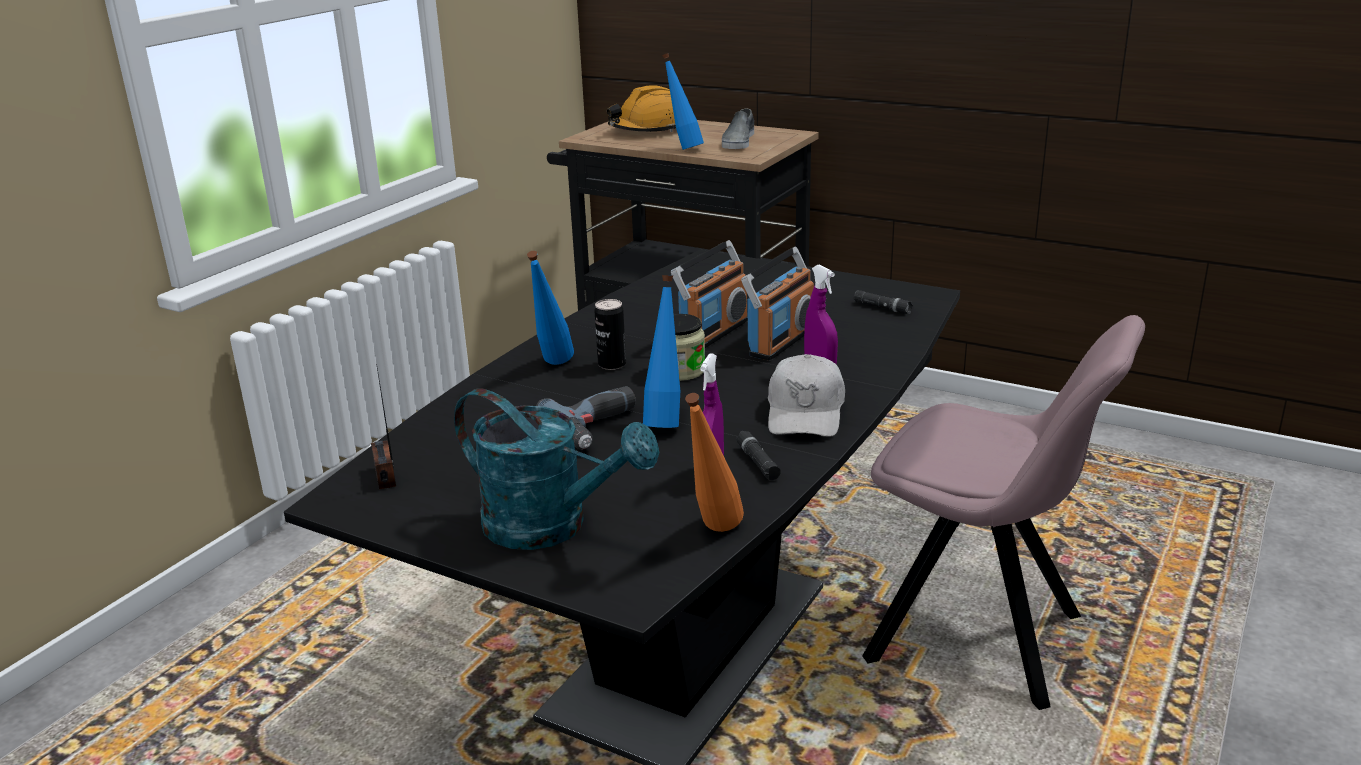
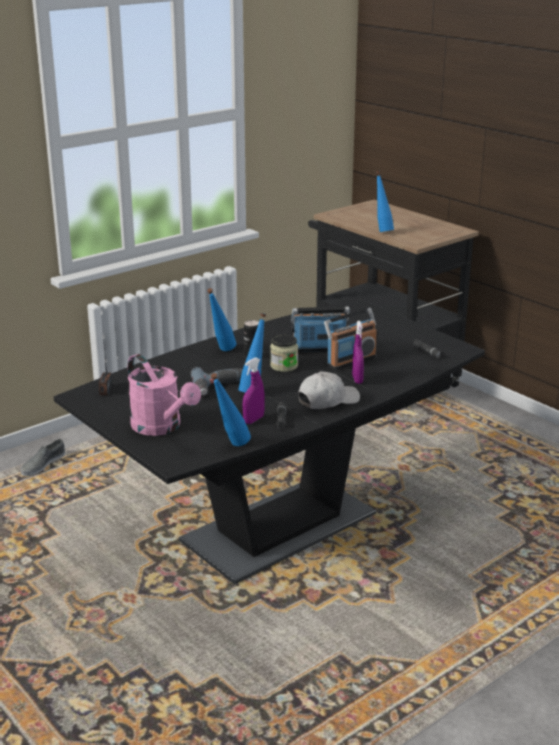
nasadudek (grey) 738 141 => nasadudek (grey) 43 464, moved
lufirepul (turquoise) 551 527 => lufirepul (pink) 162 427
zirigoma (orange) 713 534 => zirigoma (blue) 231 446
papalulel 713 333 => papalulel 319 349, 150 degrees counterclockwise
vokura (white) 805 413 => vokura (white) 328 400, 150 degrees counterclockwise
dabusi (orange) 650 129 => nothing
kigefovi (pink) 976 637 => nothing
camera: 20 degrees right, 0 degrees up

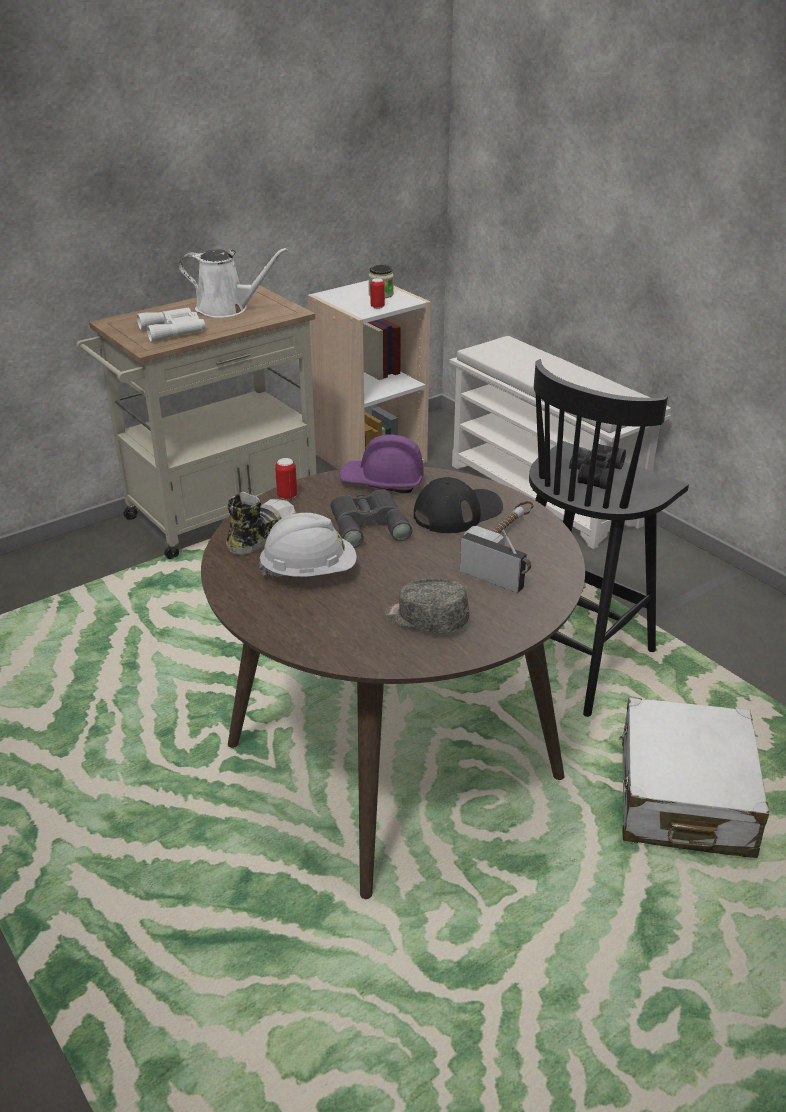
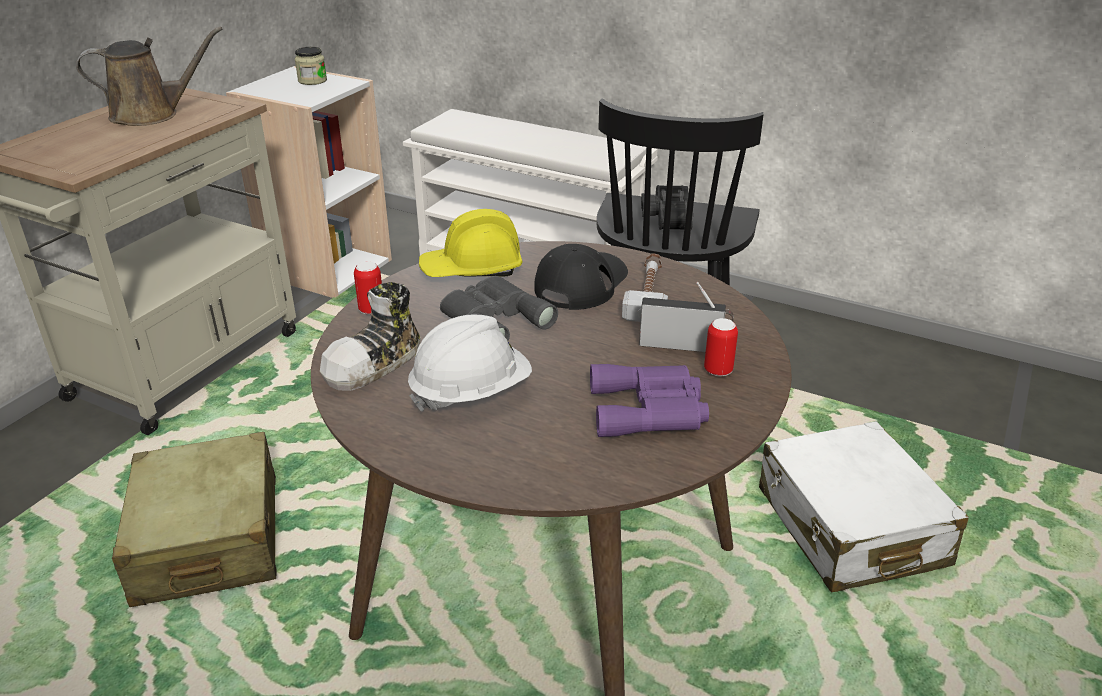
lufirepul (white) 227 309 => lufirepul (brown) 151 115
nothing => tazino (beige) 208 540
nasadudek 260 535 => nasadudek 375 364, 150 degrees counterclockwise
dabusi (purple) 383 482 => dabusi (yellow) 472 269
vokura (grey) 426 619 => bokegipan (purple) 650 410
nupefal 377 307 => nupefal 718 371, moved
bokegipan (white) 174 330 => nothing
camera: 25 degrees left, 0 degrees up

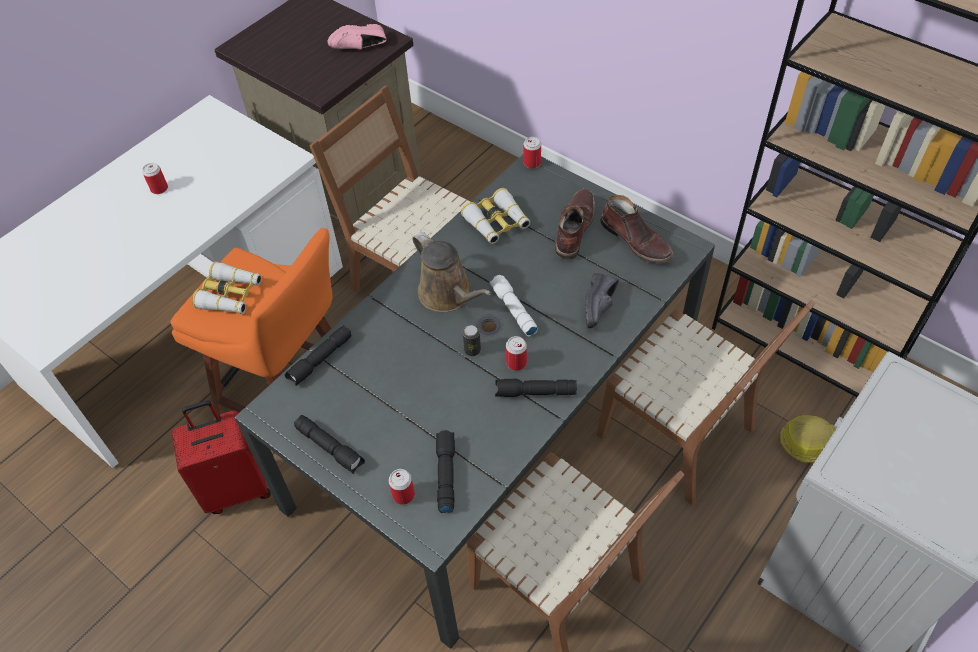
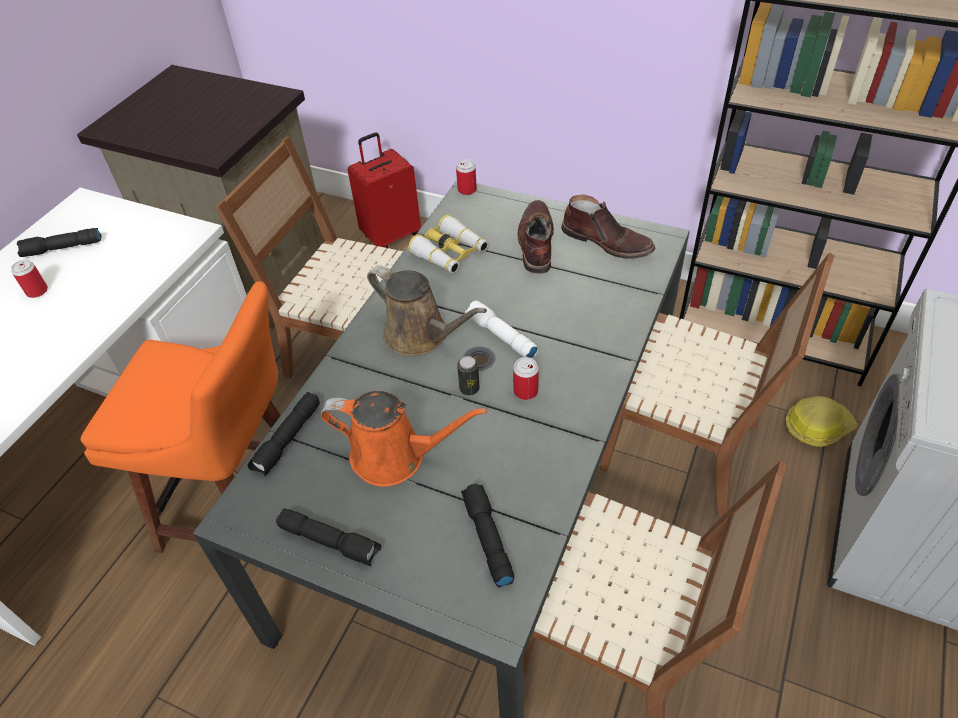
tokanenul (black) 535 393 => tokanenul (black) 62 249, moved
nothing => lufirepul (orange) 395 456
tazino (red) 237 488 => tazino (red) 391 235, moved
bokegipan 230 295 => nothing
nasadudek (pink) 360 48 => nothing
nupefal 403 495 => nothing
nasadudek (black) 601 307 => nothing
camera: 15 degrees left, 5 degrees down

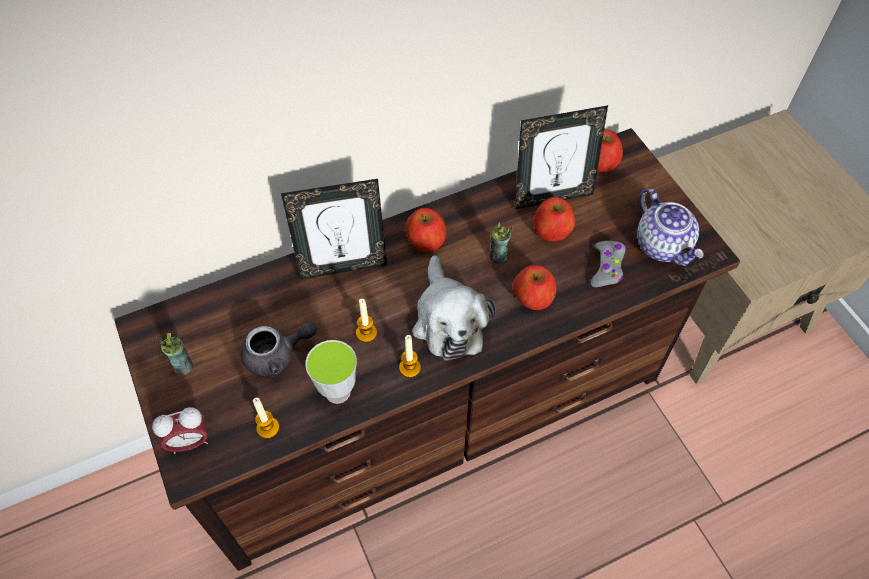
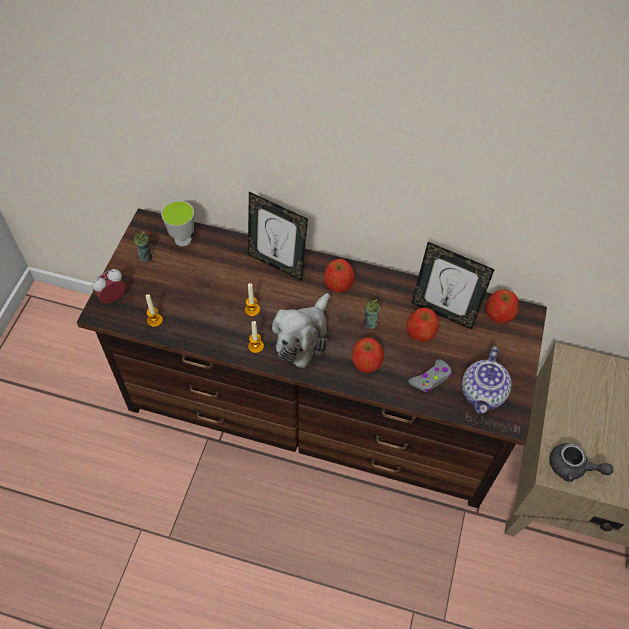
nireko 189 442 => nireko 113 298, 120 degrees clockwise
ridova 337 391 => ridova 183 239, moved
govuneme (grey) 277 355 => govuneme (grey) 573 467, moved
camera: 40 degrees right, 0 degrees up

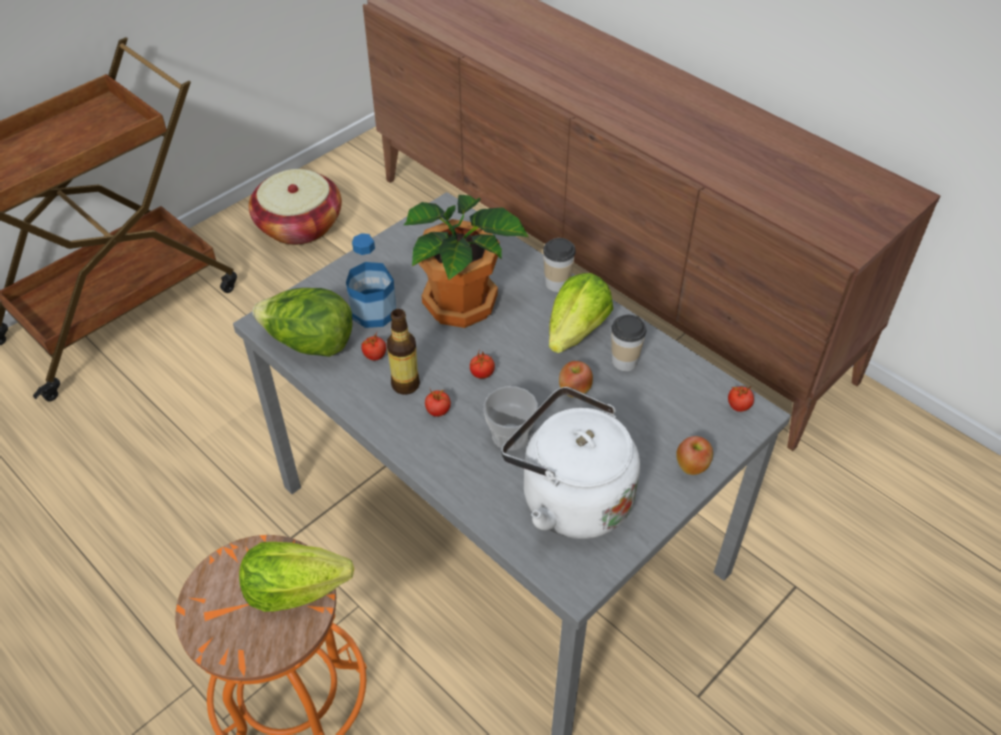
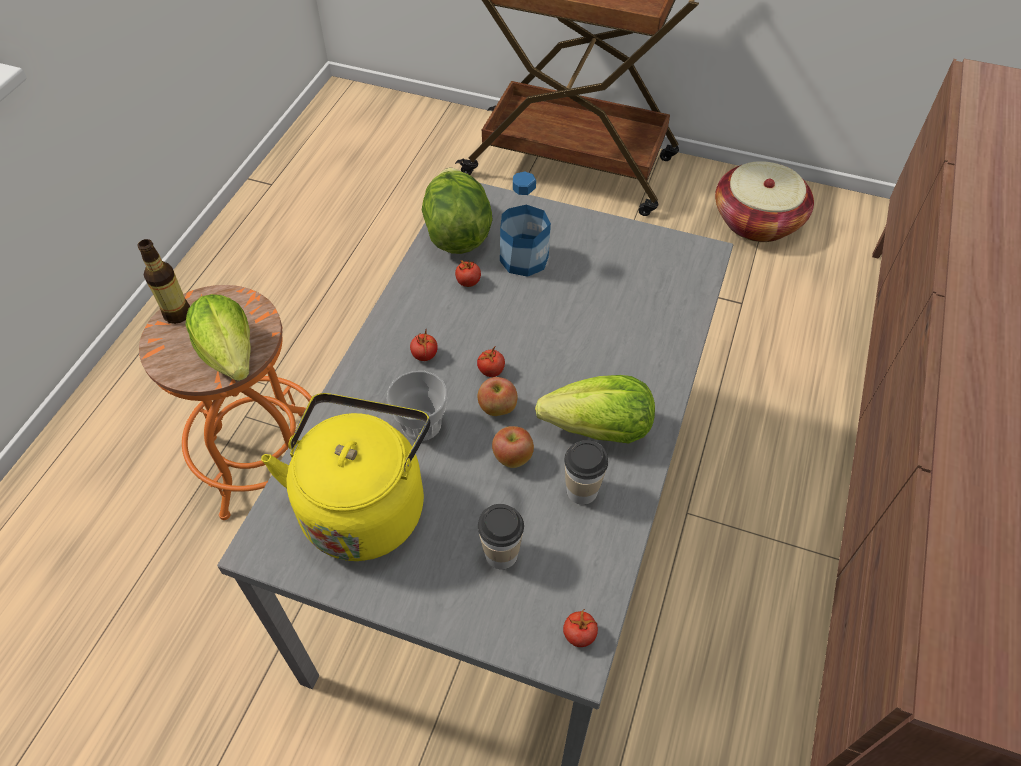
zirigoma 405 384 => zirigoma 177 314, moved
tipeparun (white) 569 497 => tipeparun (yellow) 365 504
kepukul 692 466 => kepukul 497 409, moved
ridova 557 283 => ridova 501 553, moved
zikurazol 463 305 => nothing
camera: 65 degrees right, 5 degrees up

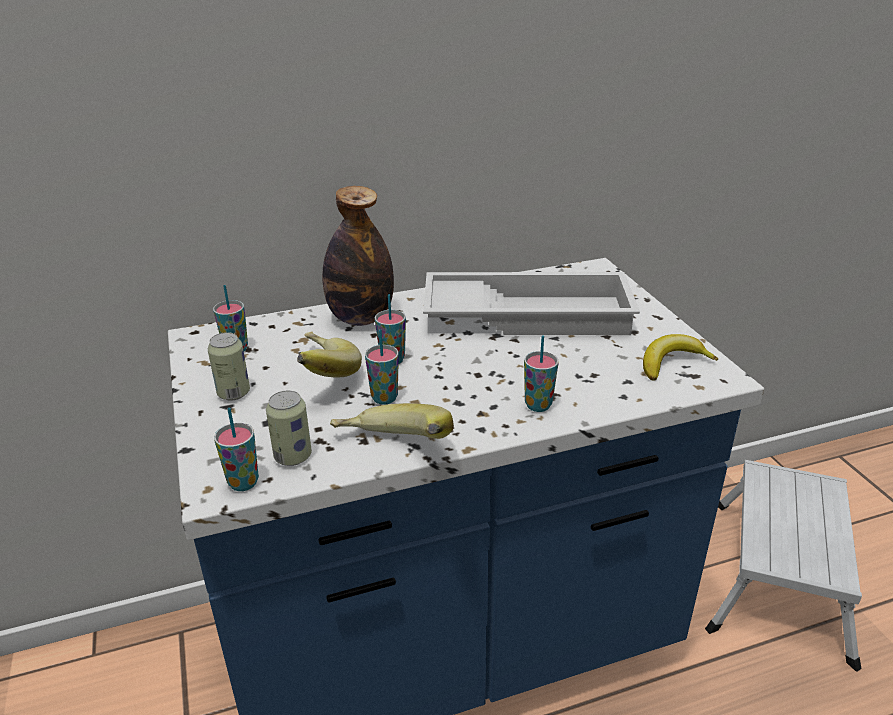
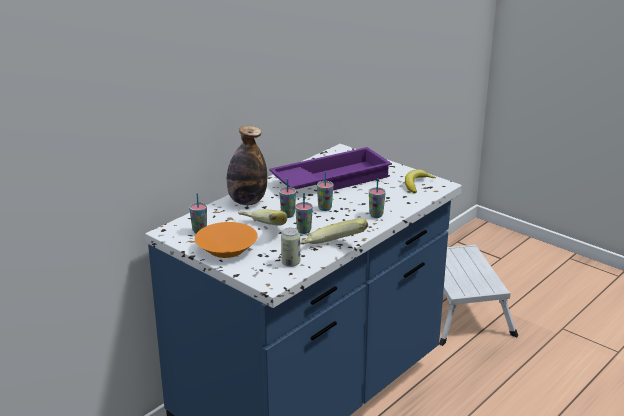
nupefal 233 393 => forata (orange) 226 248
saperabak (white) 528 314 => saperabak (purple) 331 179
ridova 243 483 => ridova 325 208, moved
camera: 30 degrees left, 5 degrees down

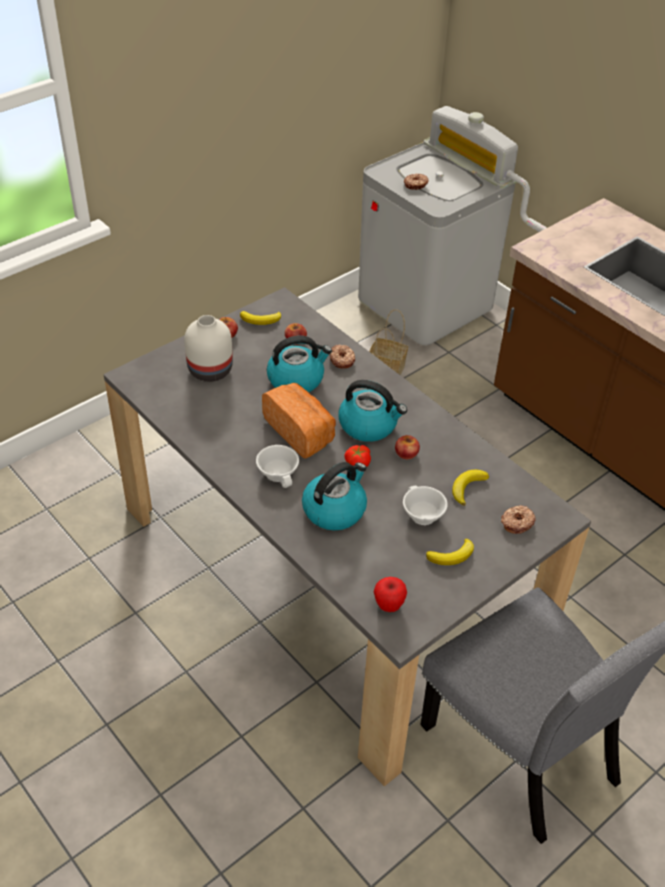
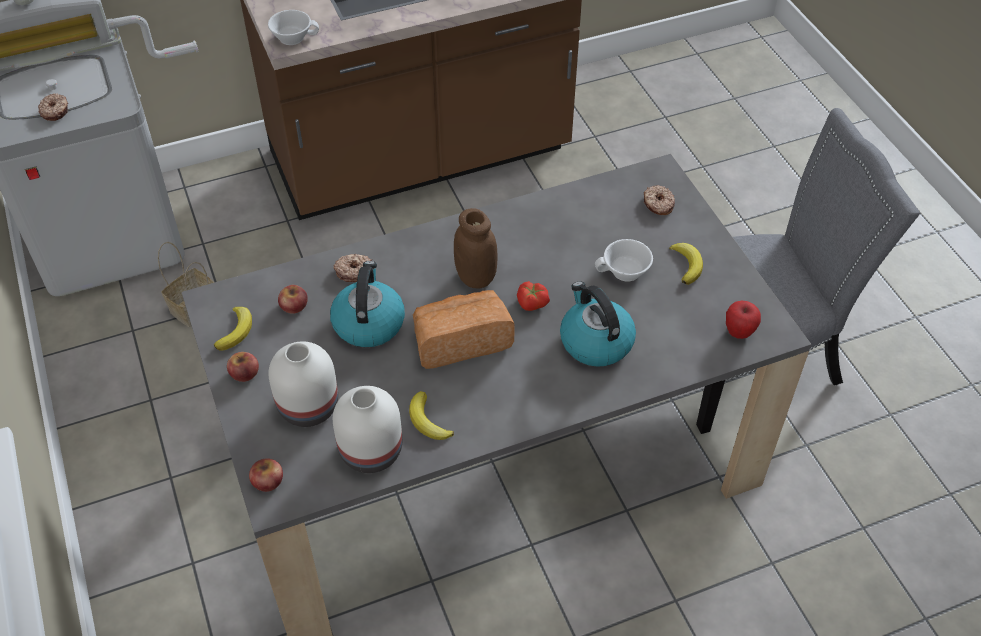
kepukul 406 453 => kepukul 268 481, moved
ridova (white) 279 473 => ridova (white) 293 36, moved
nothing => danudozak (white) 369 452
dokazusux 467 487 => dokazusux 428 421, moved
tipeparun 369 425 => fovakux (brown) 476 277
camera: 70 degrees left, 5 degrees up

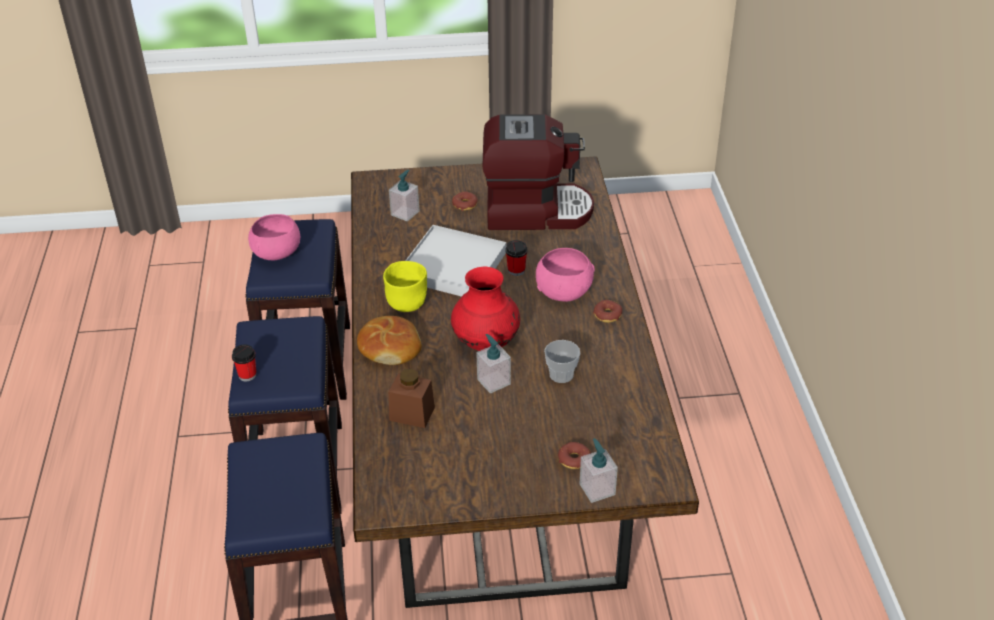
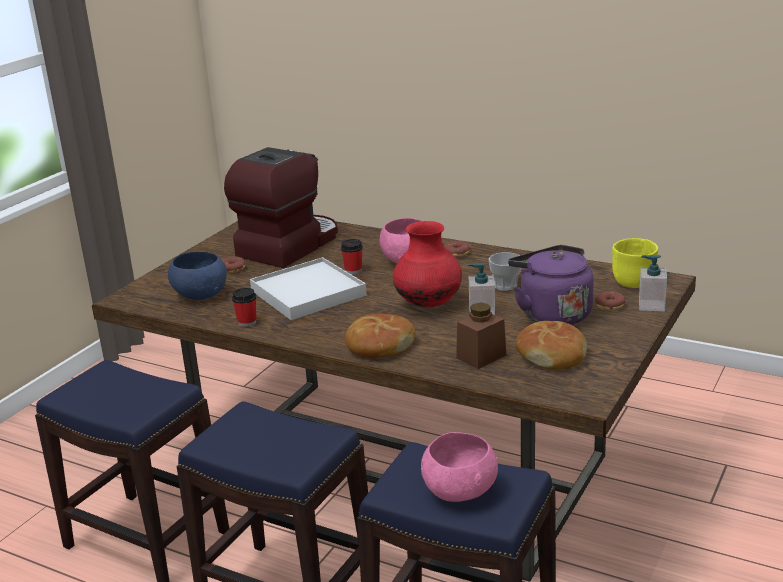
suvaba 405 213 => forata (blue) 200 295
ridova 247 375 => ridova 247 322, moved
forata (pink) 277 255 => forata (pink) 460 492, moved
nothing => tipeparun (purple) 551 314
nothing => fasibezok 552 355
forata (yellow) 407 303 => forata (yellow) 633 283, moved
camera: 55 degrees left, 15 degrees down

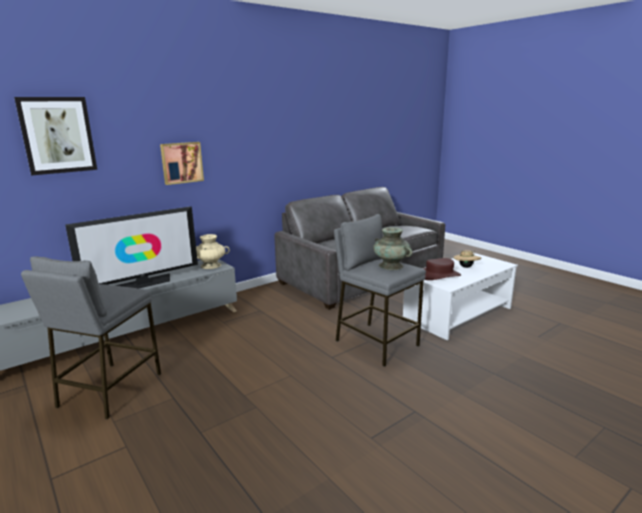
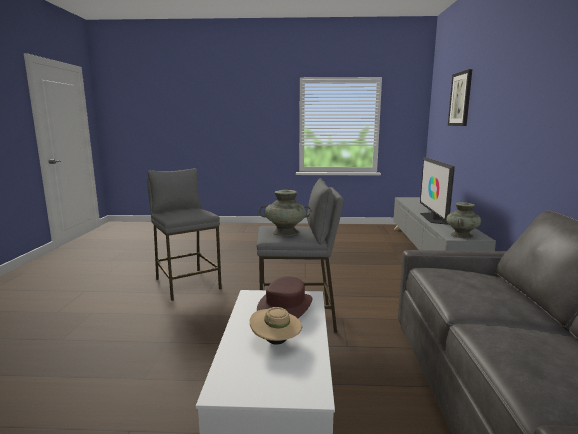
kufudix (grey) 109 389 => kufudix (grey) 187 283, moved
danudozak (beige) 210 265 => danudozak (turquoise) 461 235
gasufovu 181 162 => nothing
camera: 130 degrees right, 5 degrees down

